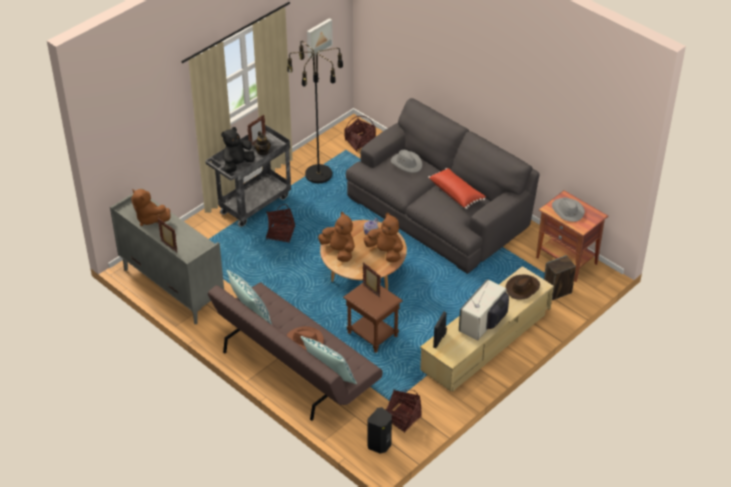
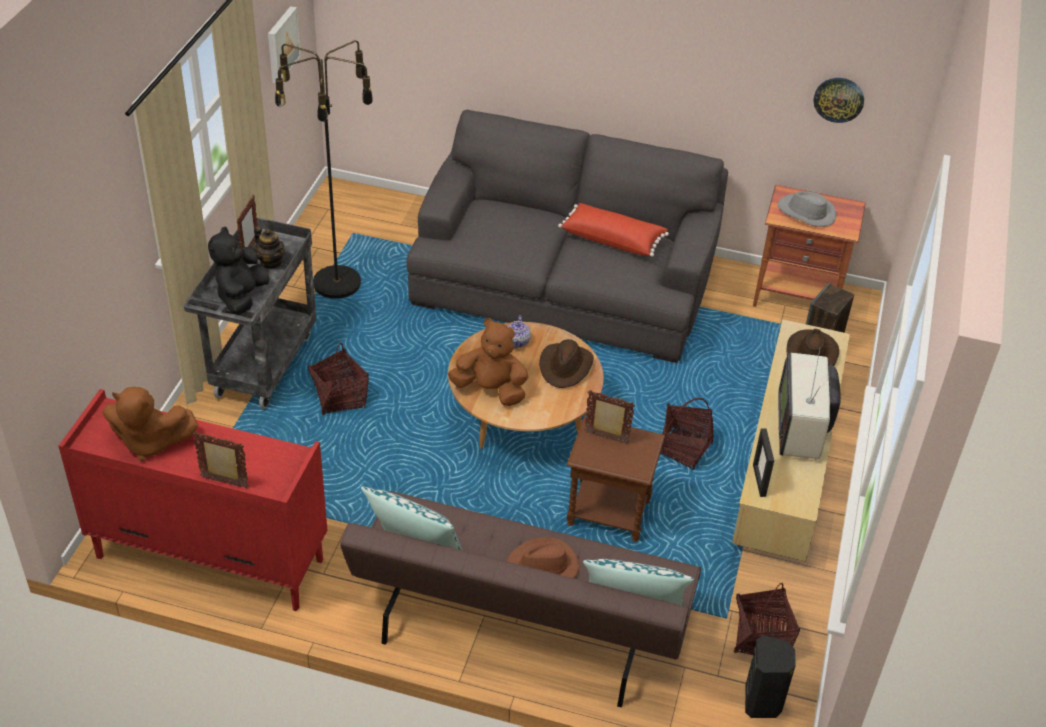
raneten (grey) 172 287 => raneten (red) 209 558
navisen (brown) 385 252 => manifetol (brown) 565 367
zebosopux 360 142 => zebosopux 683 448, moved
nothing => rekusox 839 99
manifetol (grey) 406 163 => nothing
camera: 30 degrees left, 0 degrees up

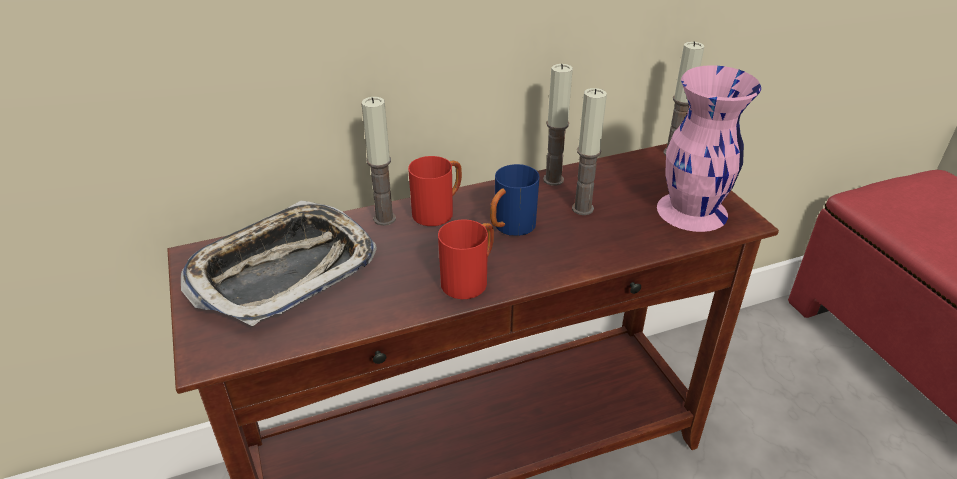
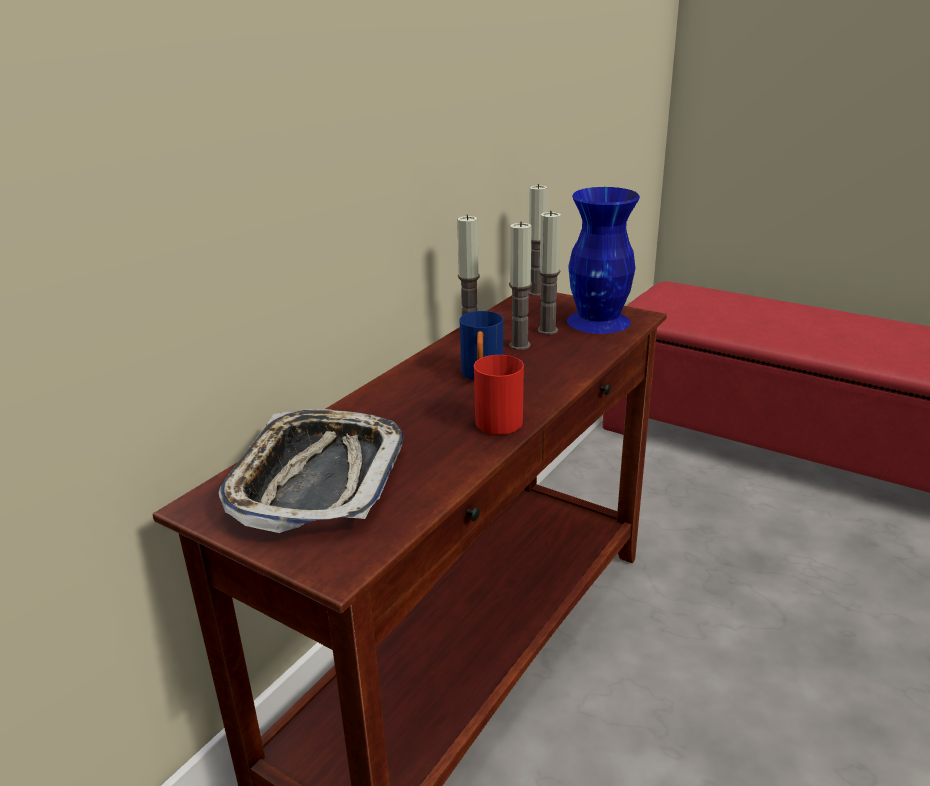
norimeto 384 219 => norimeto 547 330, moved
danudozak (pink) 691 211 => danudozak (blue) 598 321
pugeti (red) 439 211 => nothing
camera: 35 degrees left, 10 degrees down

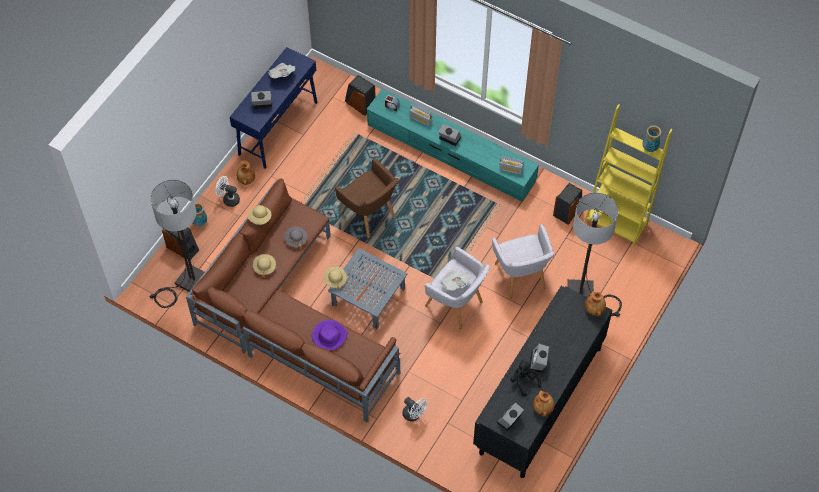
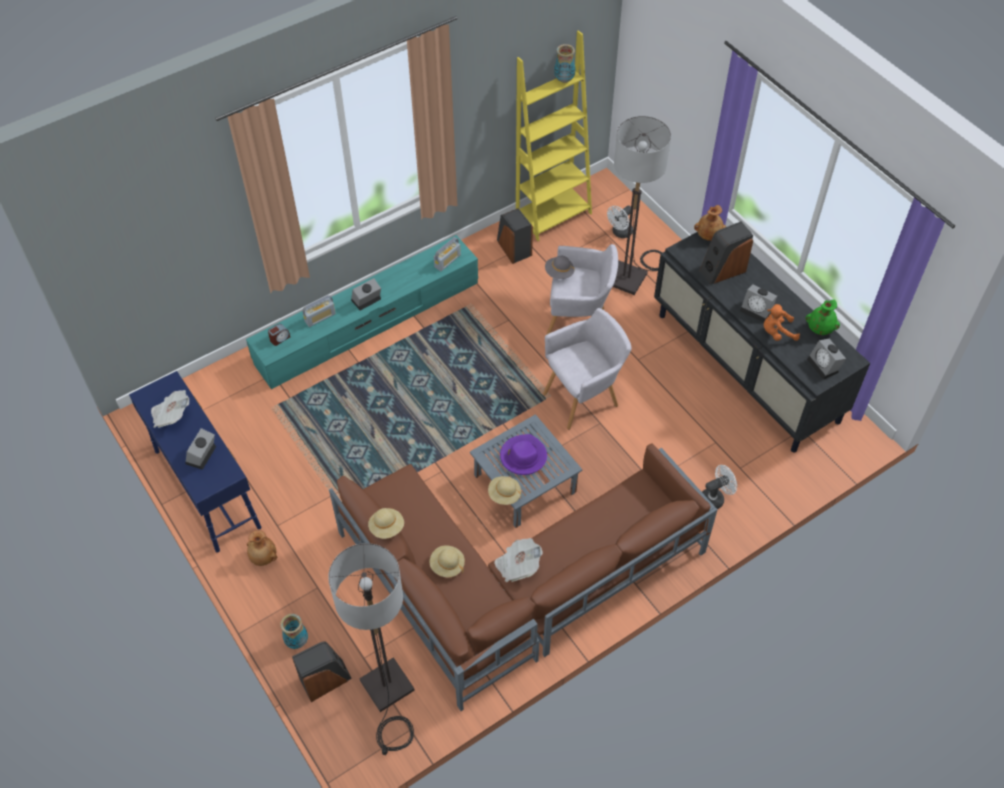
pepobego 454 283 => pepobego 517 565, moved
manifetol (purple) 329 336 => manifetol (purple) 523 456, moved
manifetol (grey) 296 239 => manifetol (grey) 559 273, moved
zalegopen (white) 228 199 => zalegopen (white) 620 233, moved
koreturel 360 103 => koreturel 722 270, moved
navisen (black) 524 381 => navisen (orange) 777 332
danudozak (brown) 543 408 => danudozak (green) 820 328
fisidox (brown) 369 216 => nothing
camera: 65 degrees left, 5 degrees down

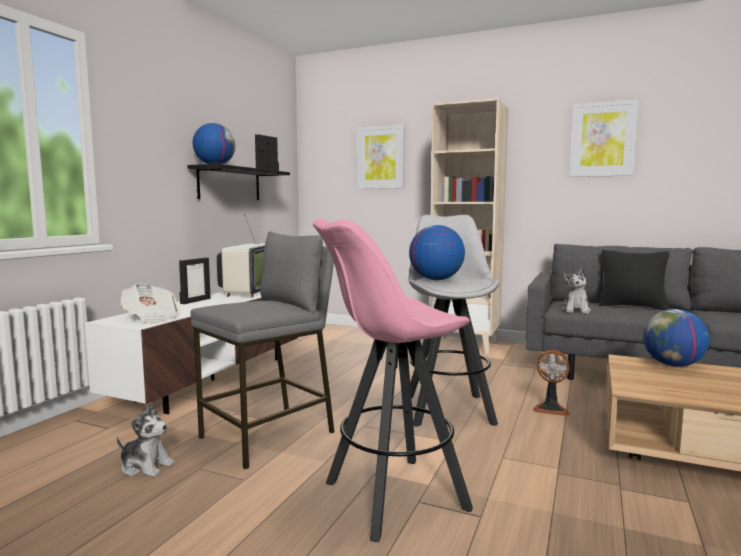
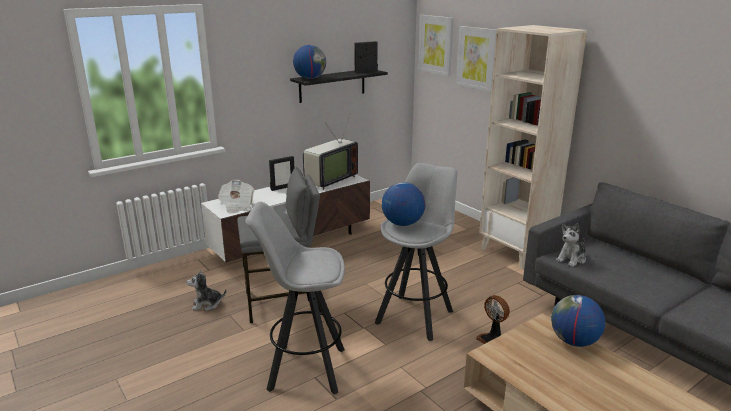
navisen 145 466 => navisen 207 304, 120 degrees clockwise
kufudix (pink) 391 496 => kufudix (grey) 304 368
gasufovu 602 139 => gasufovu 436 45, moved
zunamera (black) 632 306 => nothing
camera: 30 degrees right, 15 degrees up

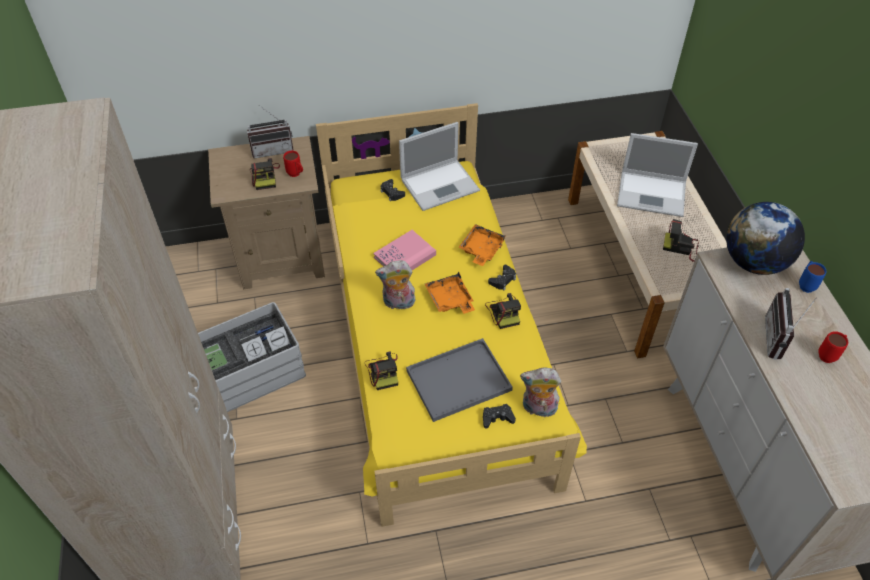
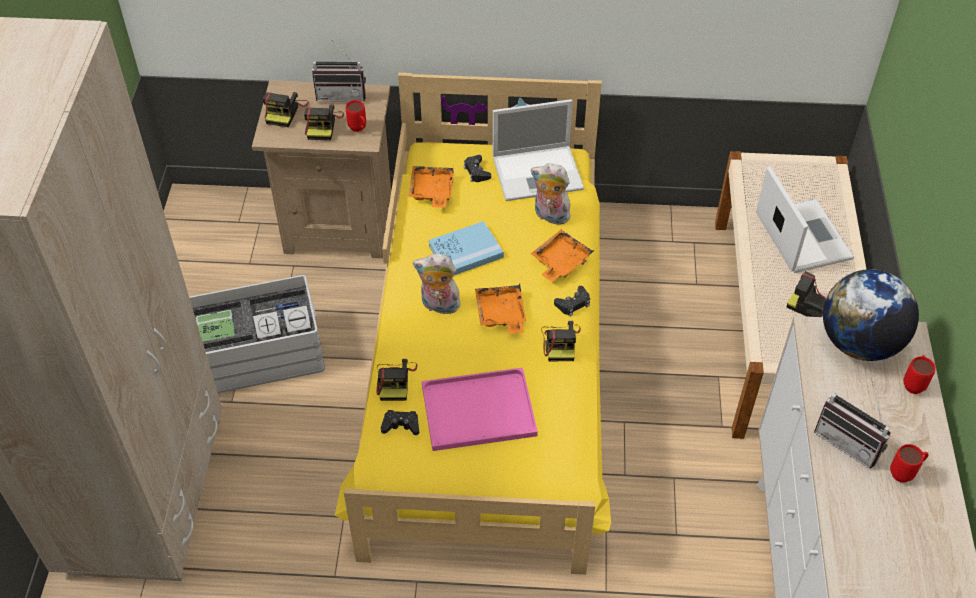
nothing => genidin 285 112
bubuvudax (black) 497 418 => bubuvudax (black) 401 425, moved
nothing => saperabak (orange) 432 192
saperabak (grey) 457 382 => saperabak (pink) 476 412
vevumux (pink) 405 256 => vevumux (blue) 466 251
navisen 538 409 => navisen 549 216, moved
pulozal 653 194 => pulozal 801 235, 135 degrees counterclockwise
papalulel 779 340 => papalulel 850 441, 75 degrees counterclockwise
pugeti (blue) 805 284 => pugeti (red) 914 383
camera: 15 degrees right, 0 degrees up

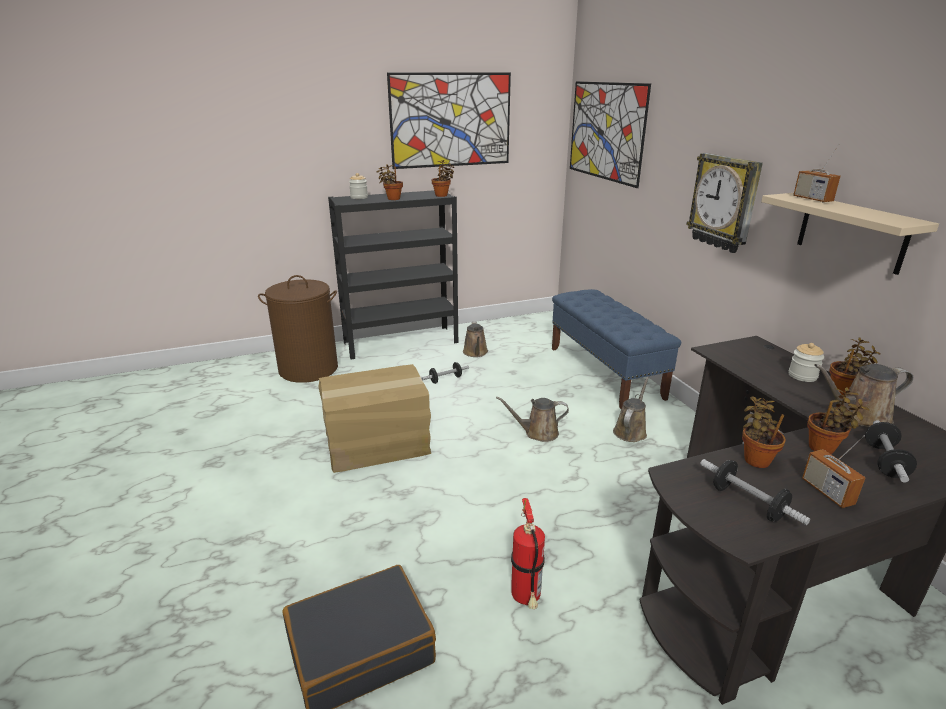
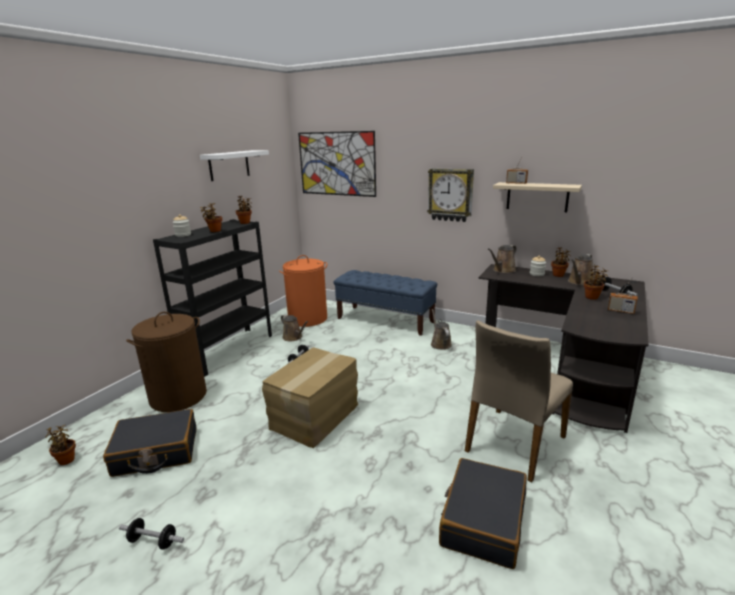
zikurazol 755 459 => zikurazol 66 459, moved
nothing => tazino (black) 156 452
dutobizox 748 503 => dutobizox 153 541, moved
gasufovu 451 120 => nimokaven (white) 229 165
nothing => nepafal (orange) 308 318
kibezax 526 600 => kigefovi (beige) 513 443
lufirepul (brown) 538 433 => lufirepul (brown) 503 270, moved
camera: 40 degrees left, 5 degrees down

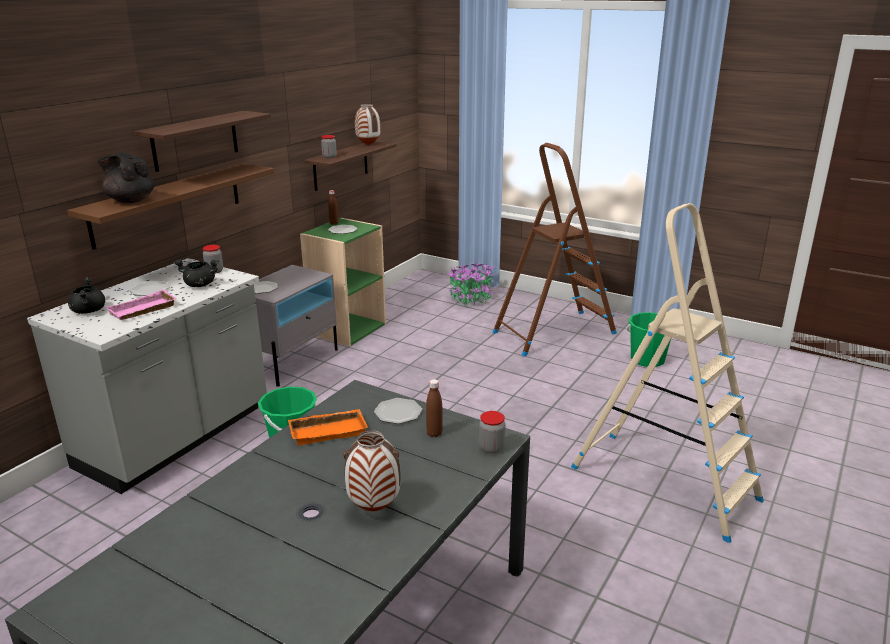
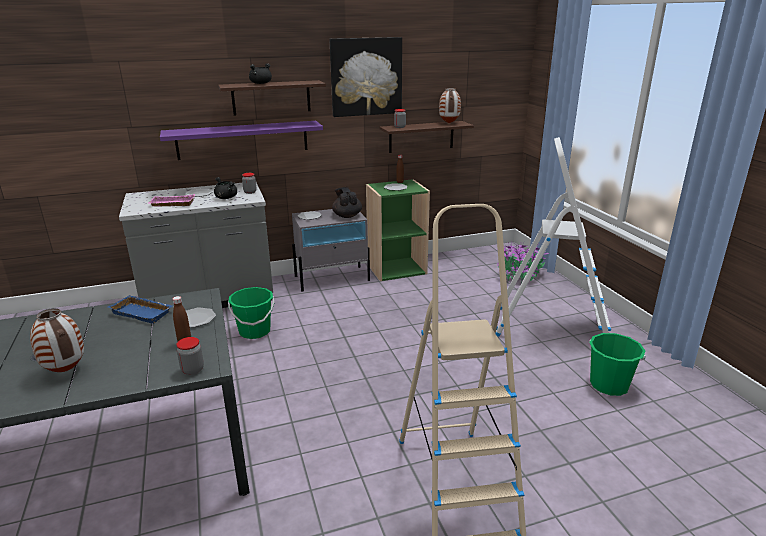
saperabak (orange) 328 430 => saperabak (blue) 143 312
nimokaven (brown) 168 204 => nimokaven (purple) 243 140
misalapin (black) 88 310 => misalapin (black) 261 83, moved
nothing => gasufovu 366 77
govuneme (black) 130 200 => govuneme (black) 347 216, moved
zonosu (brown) 555 332 => zonosu (white) 552 327
camera: 40 degrees right, 0 degrees up

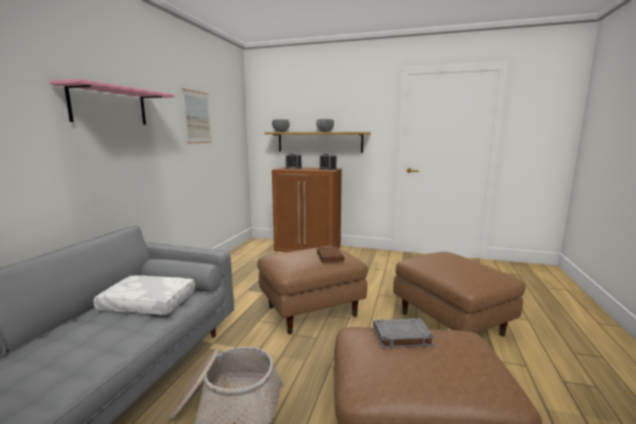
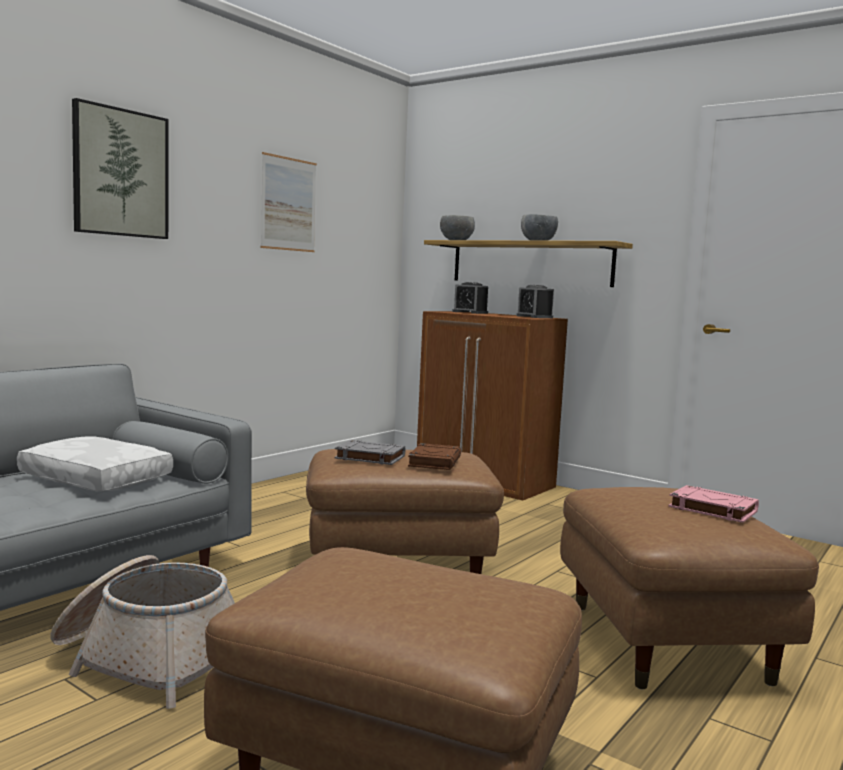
nimokaven (pink) 109 106 => gasufovu 120 173
vevumux (grey) 401 336 => vevumux (grey) 369 457, moved
nothing => vevumux (pink) 711 509
camera: 20 degrees right, 5 degrees down

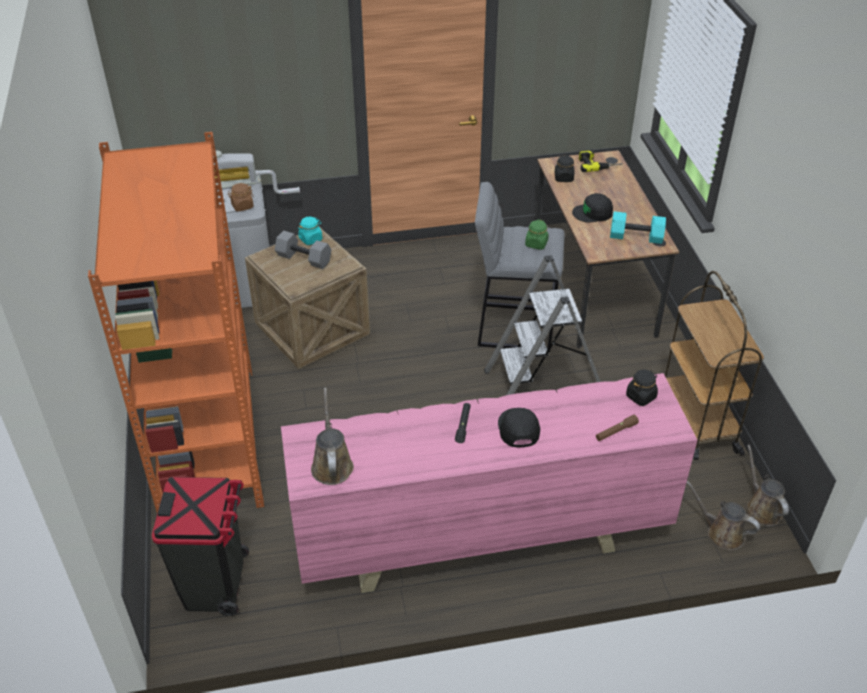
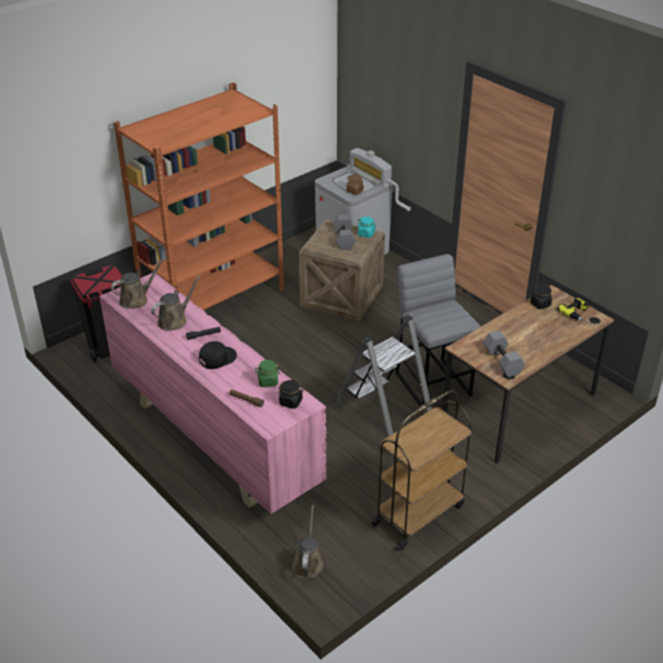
lufirepul (brown) 761 508 => lufirepul (brown) 174 320, moved
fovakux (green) 536 244 => fovakux (green) 267 381, moved
dutobizox (turquoise) 635 237 => dutobizox (grey) 501 361
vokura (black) 593 213 => nothing
camera: 60 degrees right, 5 degrees down

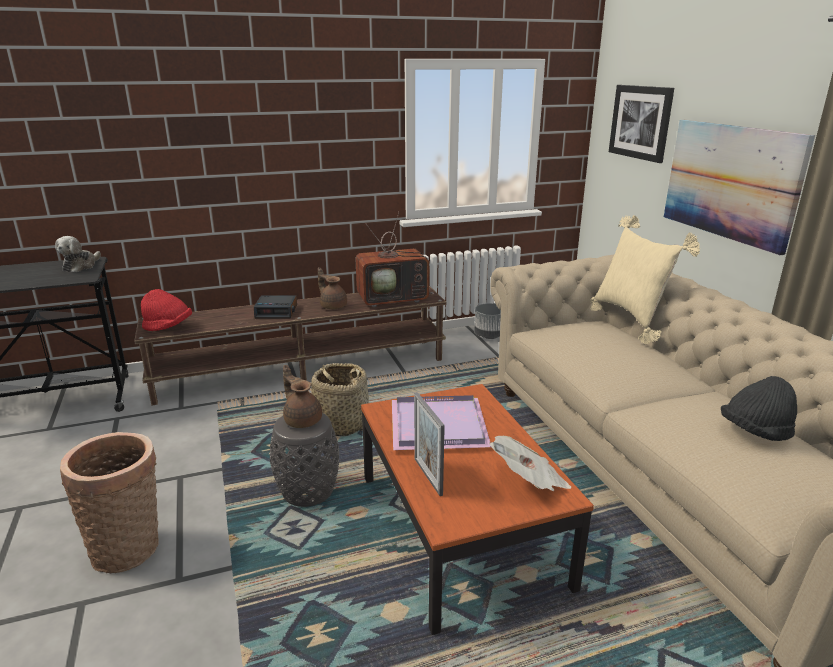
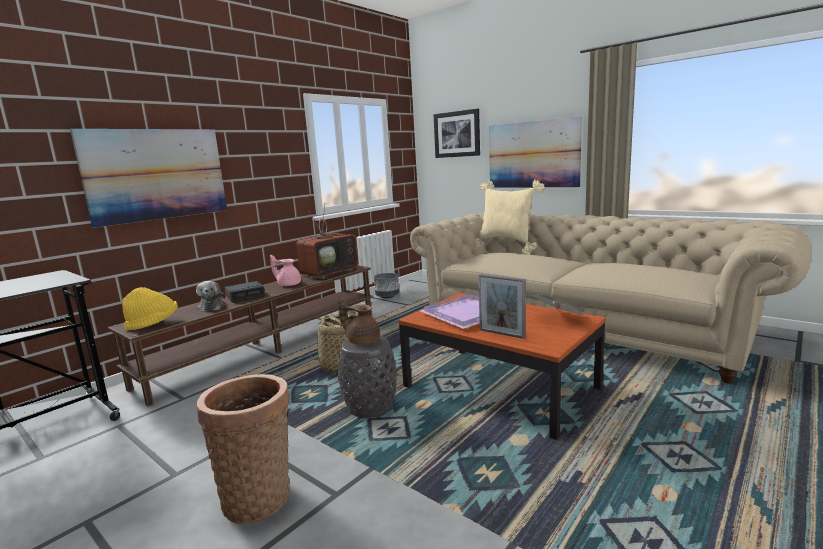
nothing => gasufovu 157 174
manifetol (red) 168 327 => manifetol (yellow) 153 324
navisen 81 266 => navisen 212 306, moved
govuneme (brown) 333 306 => govuneme (pink) 288 284
manifetol (black) 755 432 => nothing
camera: 30 degrees left, 10 degrees down

